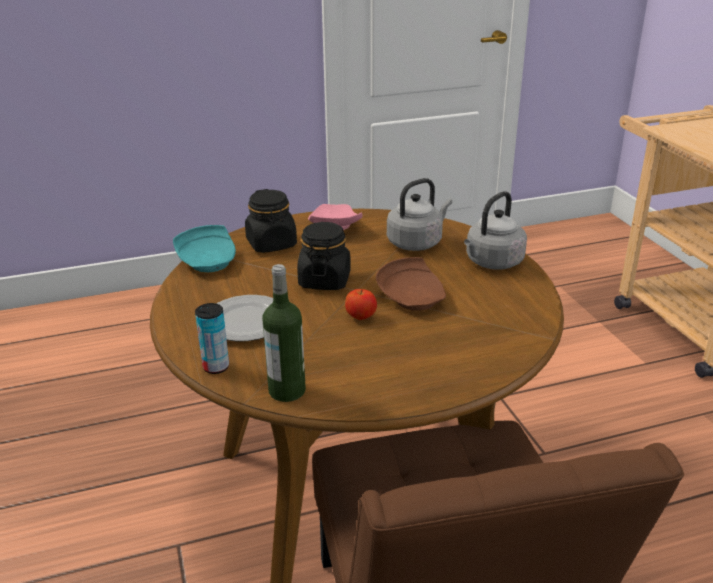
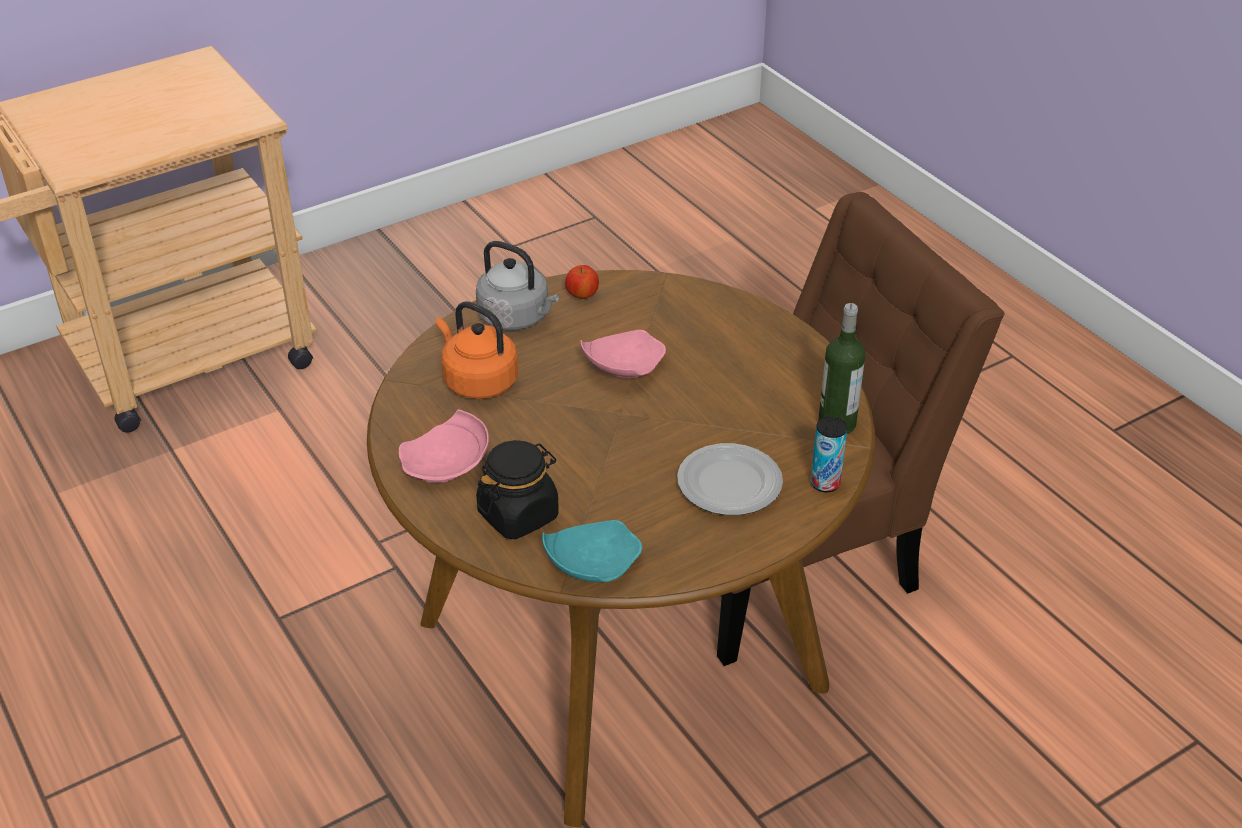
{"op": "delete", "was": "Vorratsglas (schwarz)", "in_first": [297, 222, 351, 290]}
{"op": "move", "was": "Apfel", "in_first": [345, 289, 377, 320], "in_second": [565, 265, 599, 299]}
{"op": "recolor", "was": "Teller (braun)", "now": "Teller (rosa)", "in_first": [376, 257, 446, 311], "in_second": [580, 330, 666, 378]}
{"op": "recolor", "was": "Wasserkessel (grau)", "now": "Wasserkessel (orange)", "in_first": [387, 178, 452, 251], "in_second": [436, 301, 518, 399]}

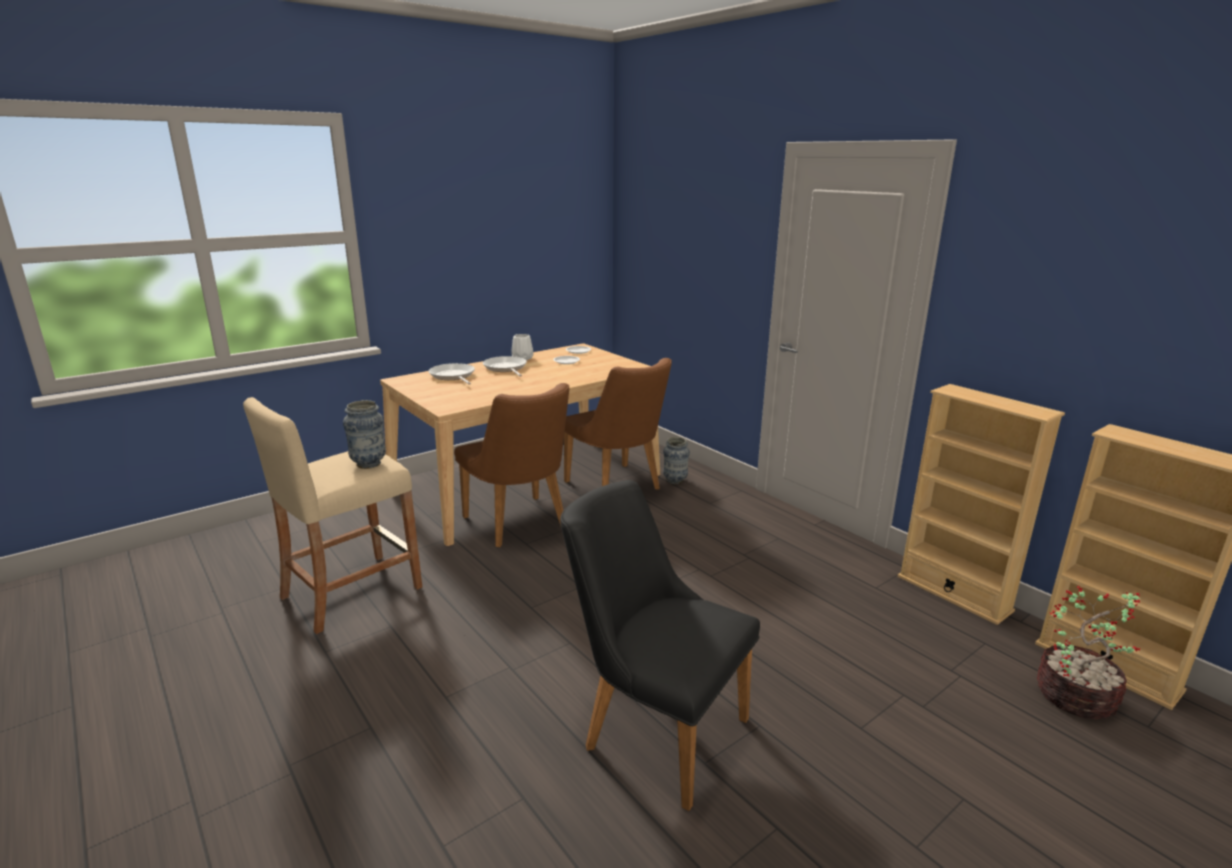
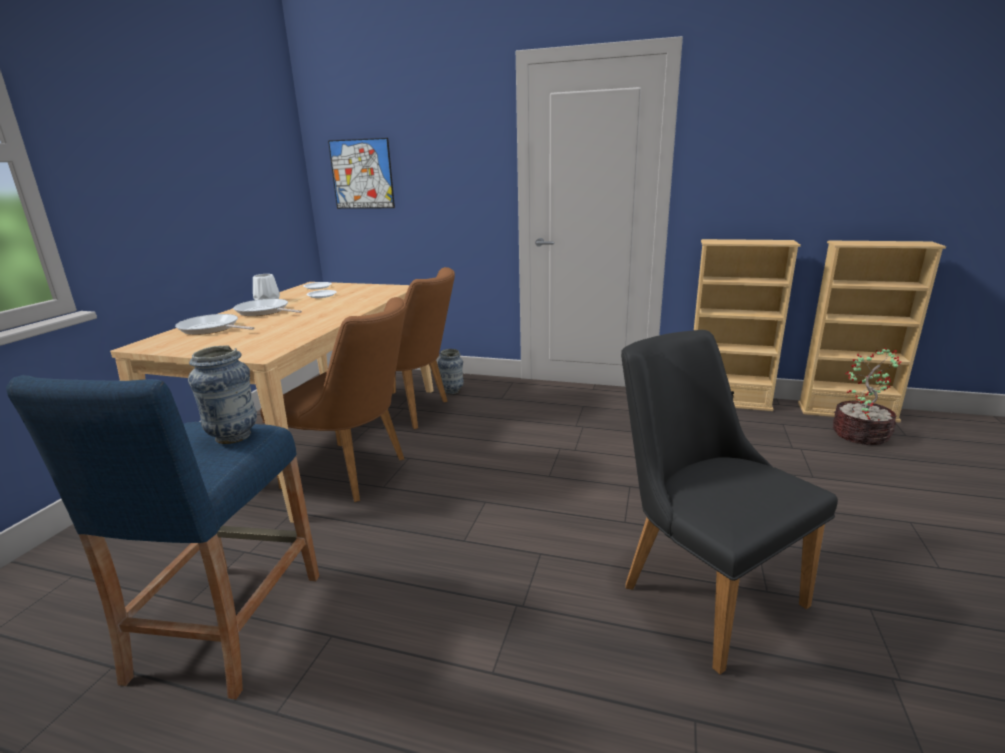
{"op": "insert", "now": "Bild", "in_second": [328, 138, 395, 209]}
{"op": "recolor", "was": "Hocker (beige)", "now": "Hocker (blau)", "in_first": [243, 397, 422, 634], "in_second": [6, 375, 319, 699]}
{"op": "rotate", "was": "Stuhl (schwarz)", "in_first": [560, 480, 760, 811], "in_second": [621, 330, 838, 674], "clockwise": 60}

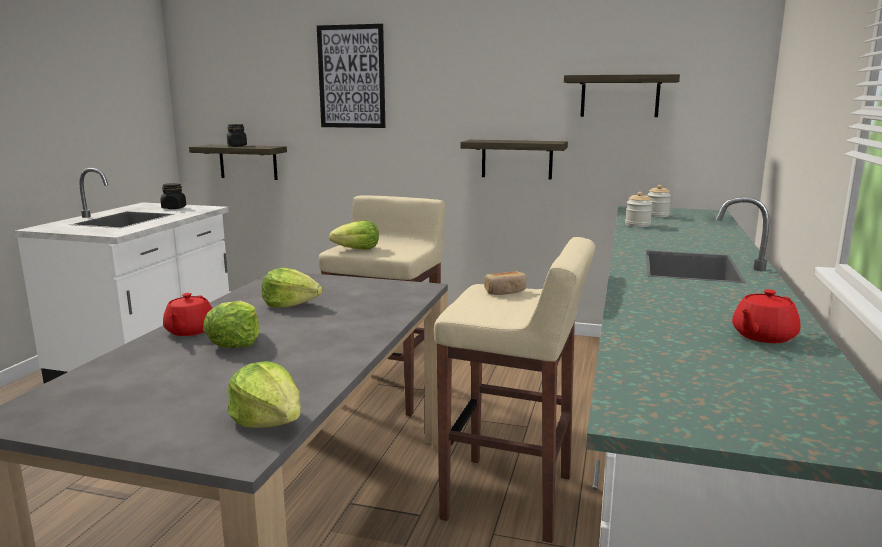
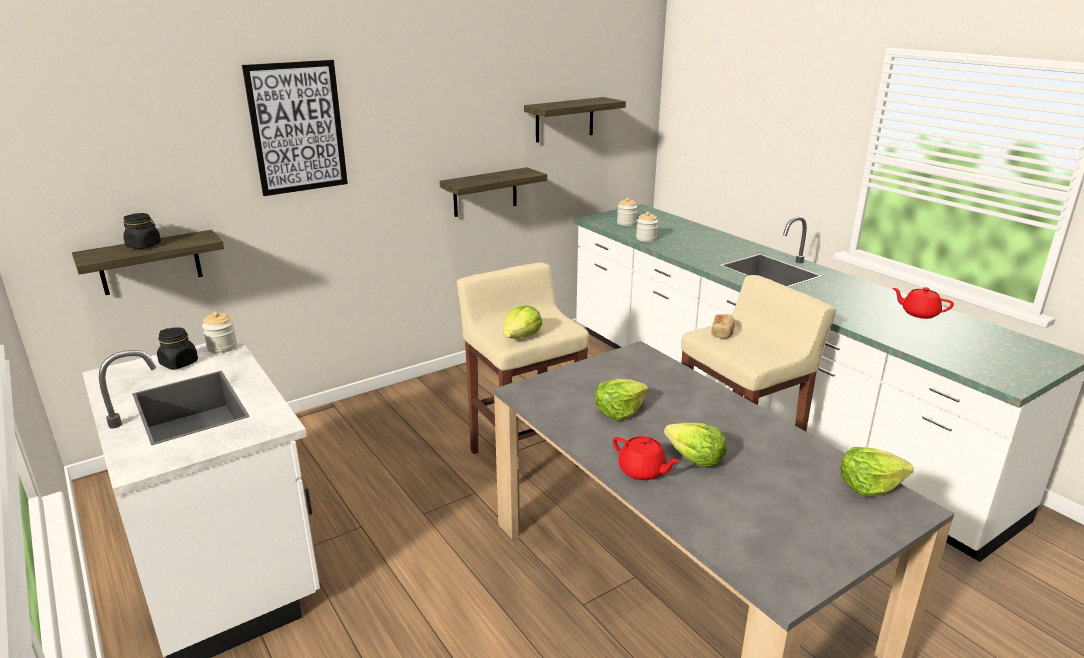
{"op": "insert", "now": "Vorratsglas", "in_second": [202, 311, 237, 353]}
{"op": "rotate", "was": "Teekanne (rot)", "in_first": [732, 289, 801, 343], "in_second": [892, 287, 954, 319], "clockwise": 120}

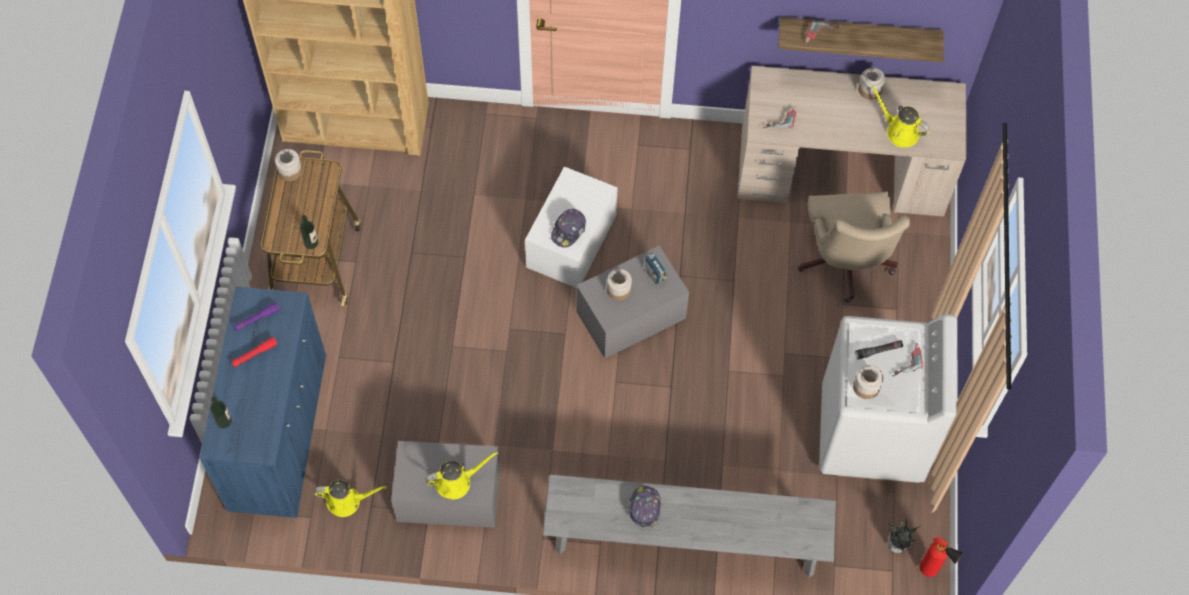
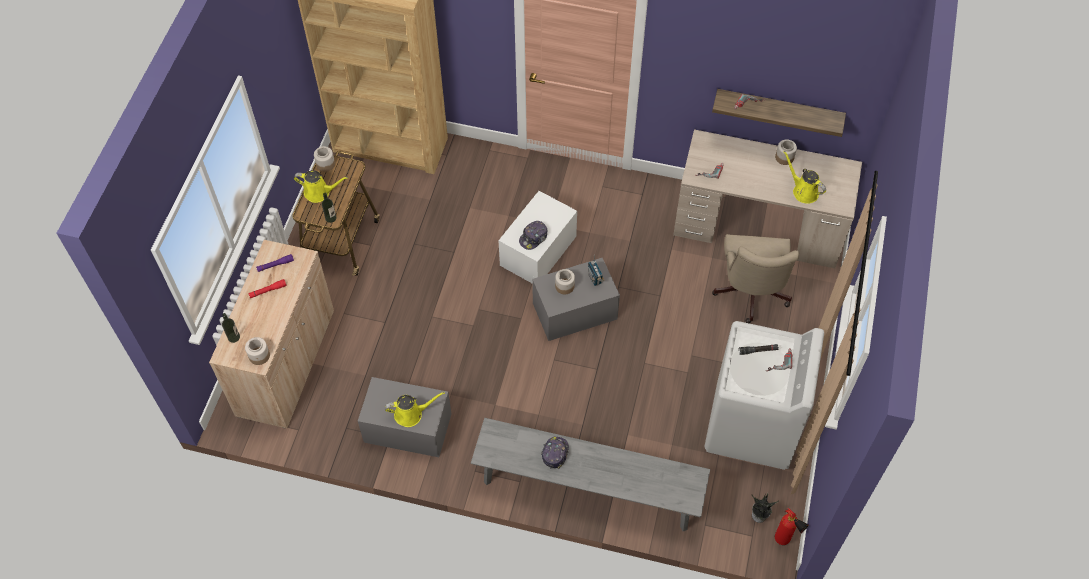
{"op": "move", "was": "Gießkanne (gelb)", "in_first": [314, 480, 387, 517], "in_second": [294, 170, 348, 203]}
{"op": "move", "was": "Vorratsglas", "in_first": [853, 365, 883, 399], "in_second": [245, 337, 270, 365]}
{"op": "recolor", "was": "Schrank (blau)", "now": "Schrank (beige)", "in_first": [199, 286, 326, 518], "in_second": [209, 240, 334, 429]}

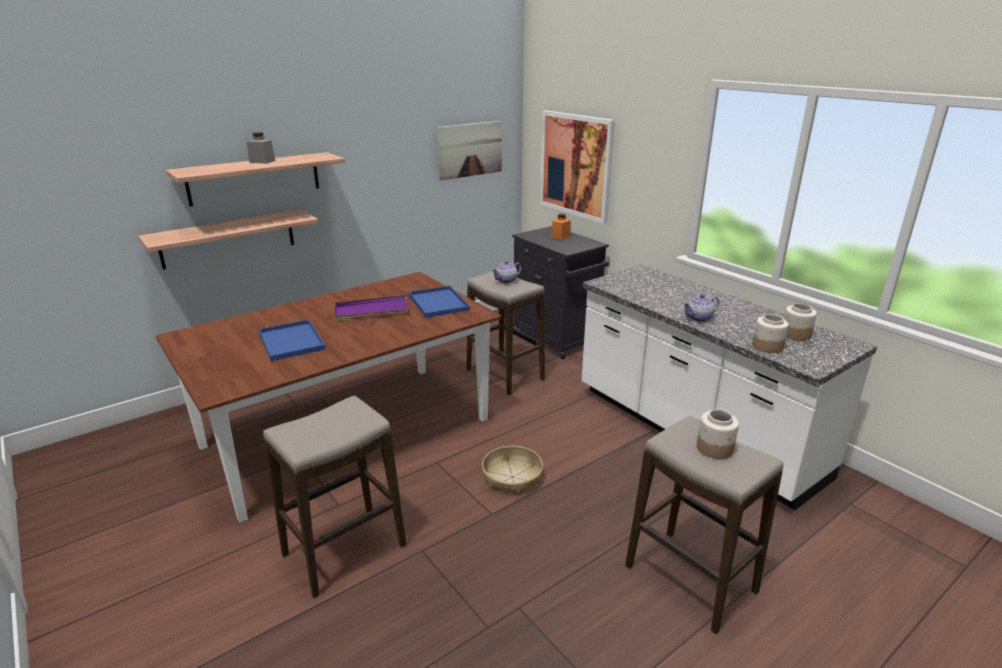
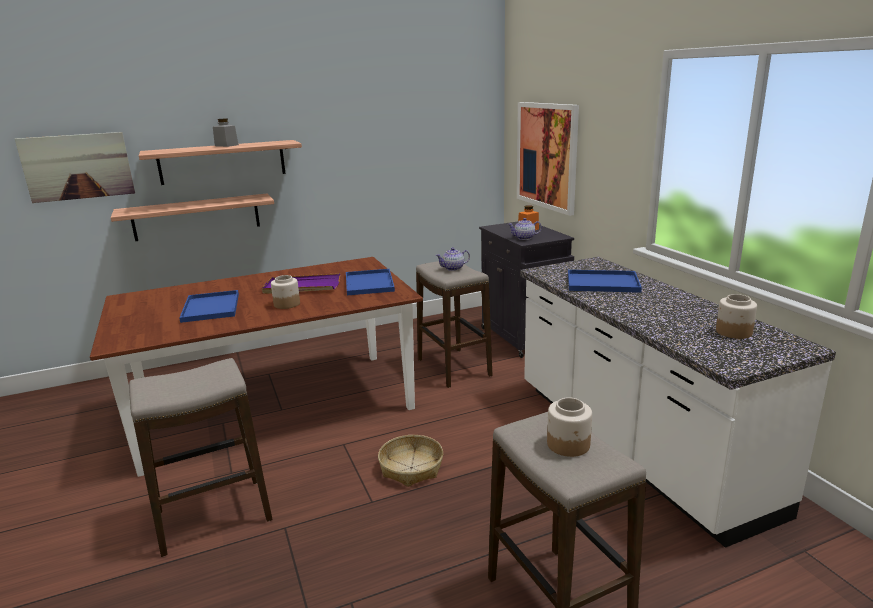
{"op": "insert", "now": "Tablett (blau)", "in_second": [568, 270, 642, 293]}
{"op": "move", "was": "Bild", "in_first": [437, 121, 502, 180], "in_second": [15, 132, 135, 203]}
{"op": "move", "was": "Teekanne", "in_first": [683, 294, 719, 322], "in_second": [508, 218, 542, 240]}
{"op": "move", "was": "Vorratsglas", "in_first": [752, 314, 789, 353], "in_second": [271, 275, 300, 309]}

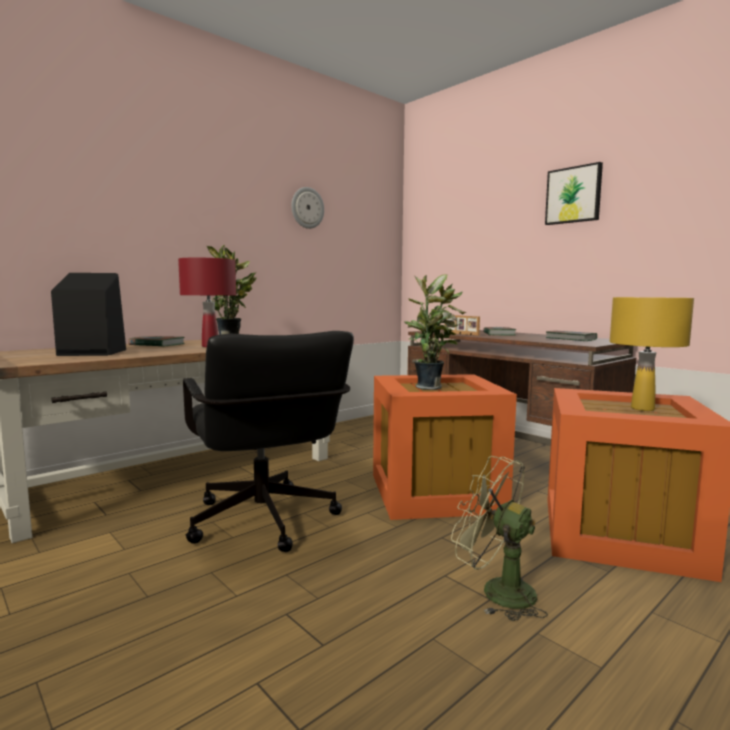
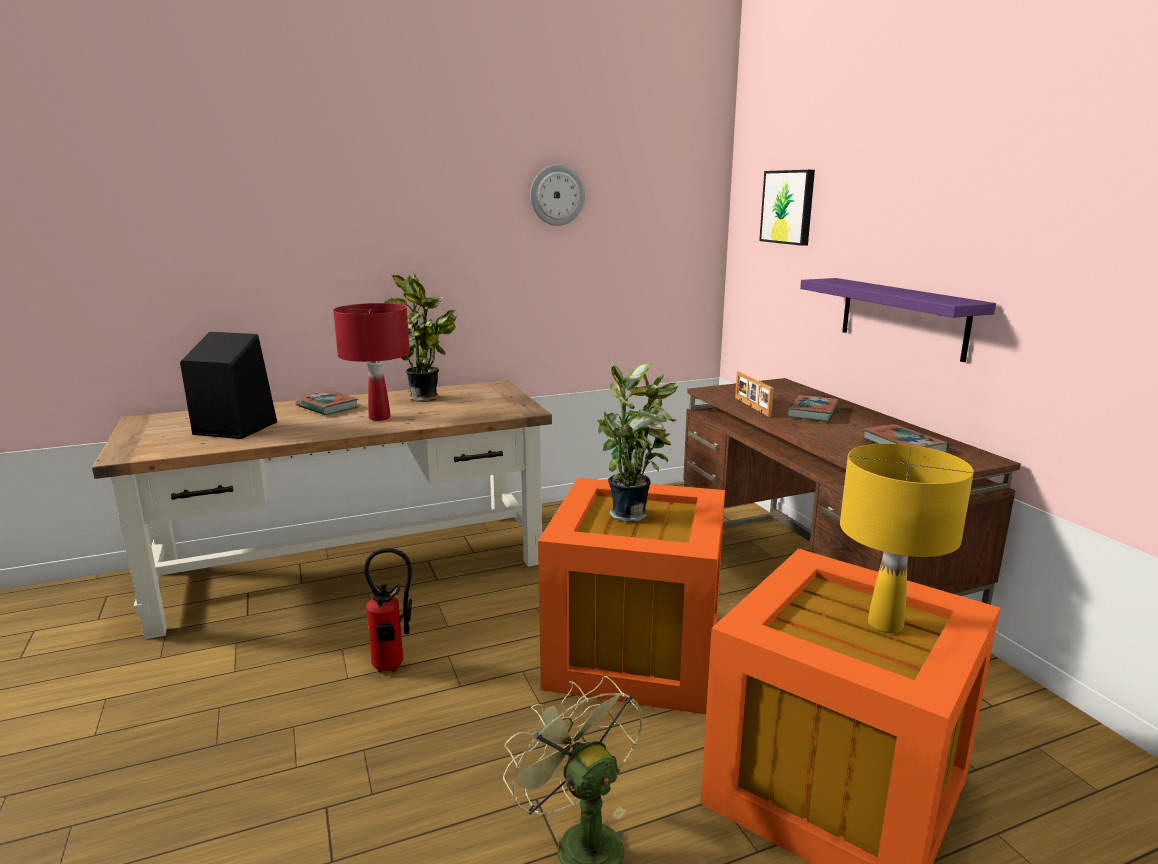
{"op": "insert", "now": "Wandregal (lila)", "in_second": [800, 278, 996, 362]}
{"op": "move", "was": "Bild", "in_first": [545, 162, 603, 225], "in_second": [759, 170, 815, 246]}
{"op": "replace", "was": "Bürostuhl (schwarz)", "now": "Feuerlöscher", "in_first": [183, 331, 354, 552], "in_second": [364, 548, 412, 673]}

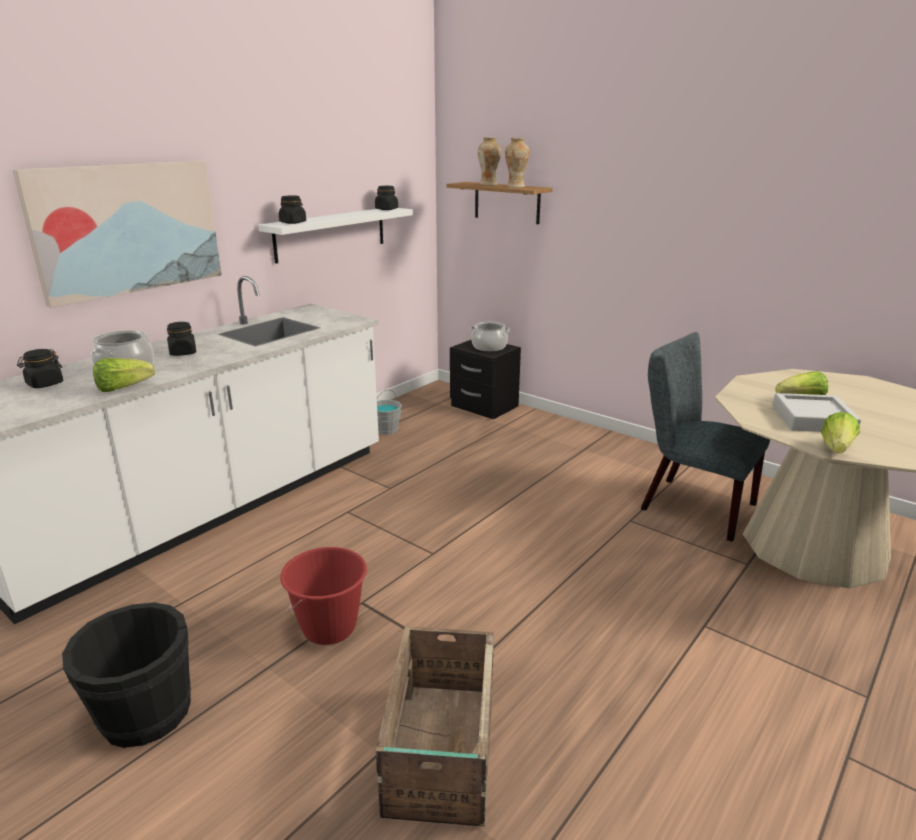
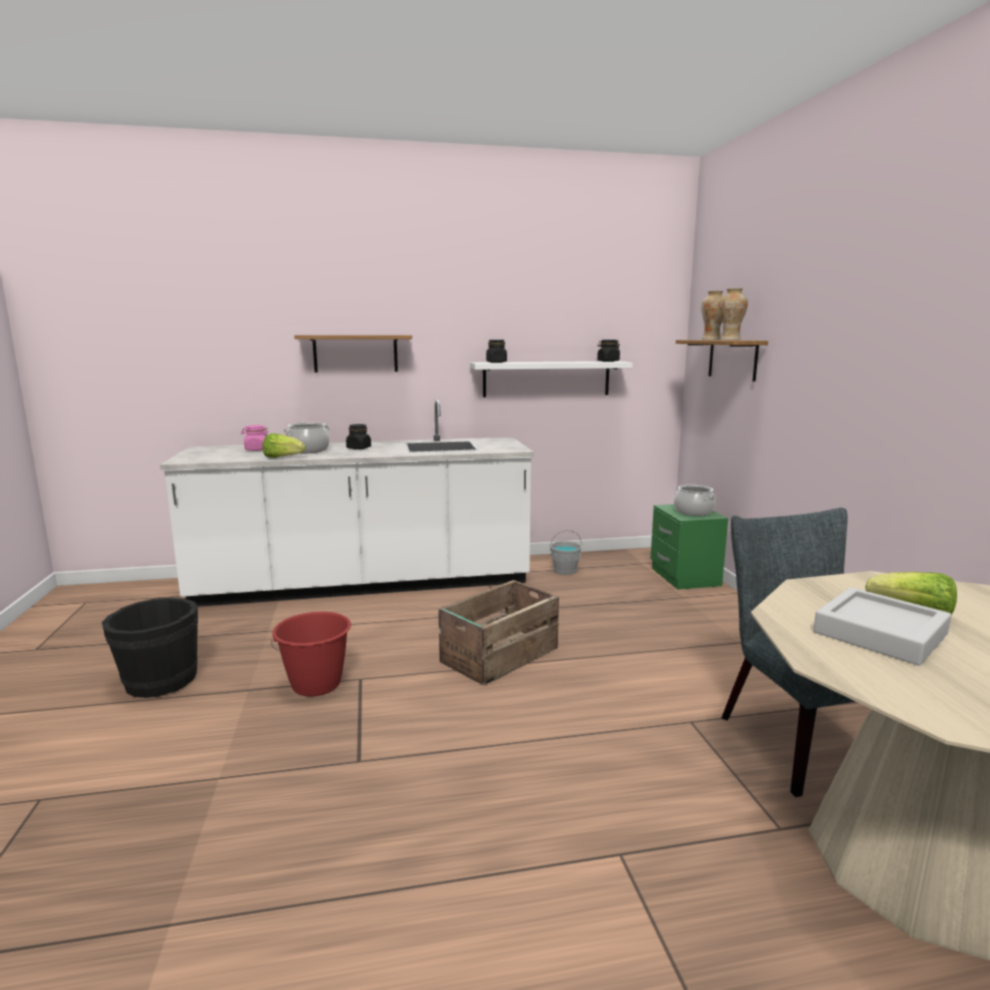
{"op": "delete", "was": "Salatkopf", "in_first": [821, 412, 860, 453]}
{"op": "move", "was": "Kiste", "in_first": [376, 627, 494, 827], "in_second": [438, 580, 559, 686]}
{"op": "replace", "was": "Bild", "now": "Wandregal", "in_first": [13, 160, 222, 308], "in_second": [294, 335, 412, 373]}
{"op": "recolor", "was": "Vorratsglas (schwarz)", "now": "Vorratsglas (rosa)", "in_first": [17, 349, 63, 388], "in_second": [241, 425, 268, 451]}
{"op": "recolor", "was": "Nachttisch (schwarz)", "now": "Nachttisch (grün)", "in_first": [450, 340, 521, 419], "in_second": [650, 504, 728, 590]}

